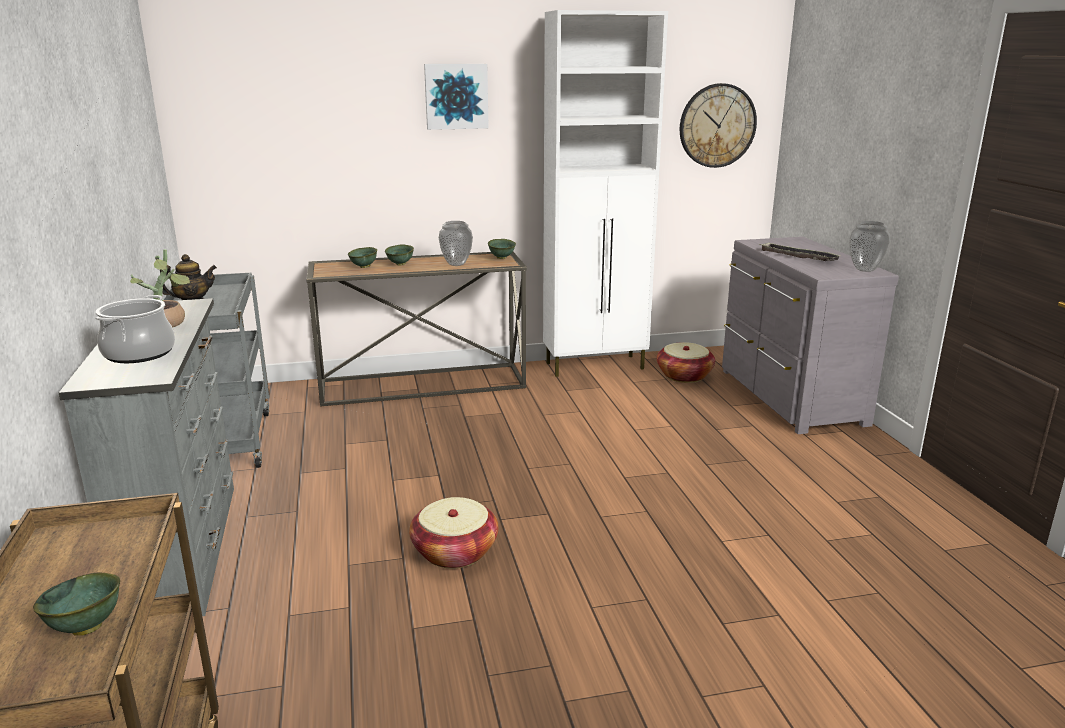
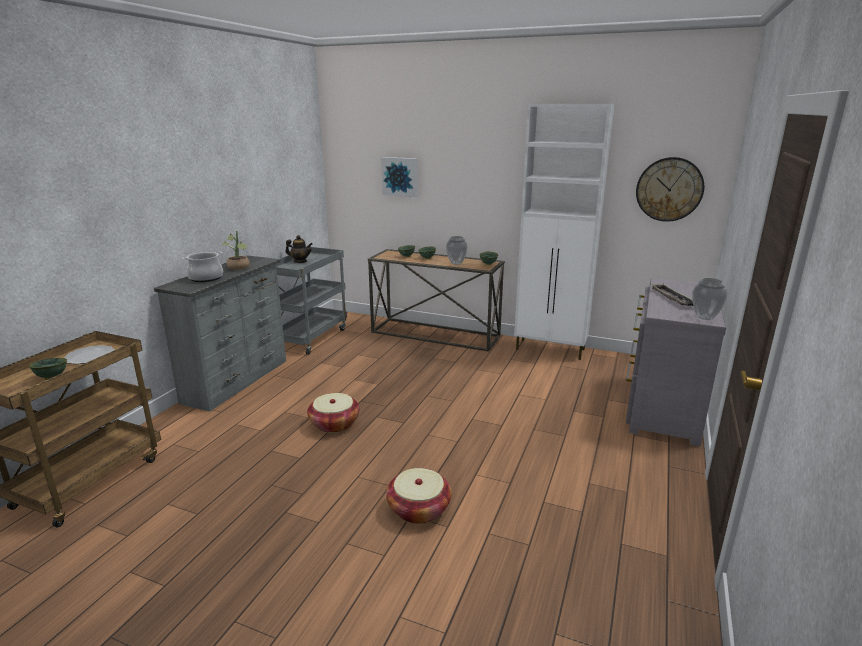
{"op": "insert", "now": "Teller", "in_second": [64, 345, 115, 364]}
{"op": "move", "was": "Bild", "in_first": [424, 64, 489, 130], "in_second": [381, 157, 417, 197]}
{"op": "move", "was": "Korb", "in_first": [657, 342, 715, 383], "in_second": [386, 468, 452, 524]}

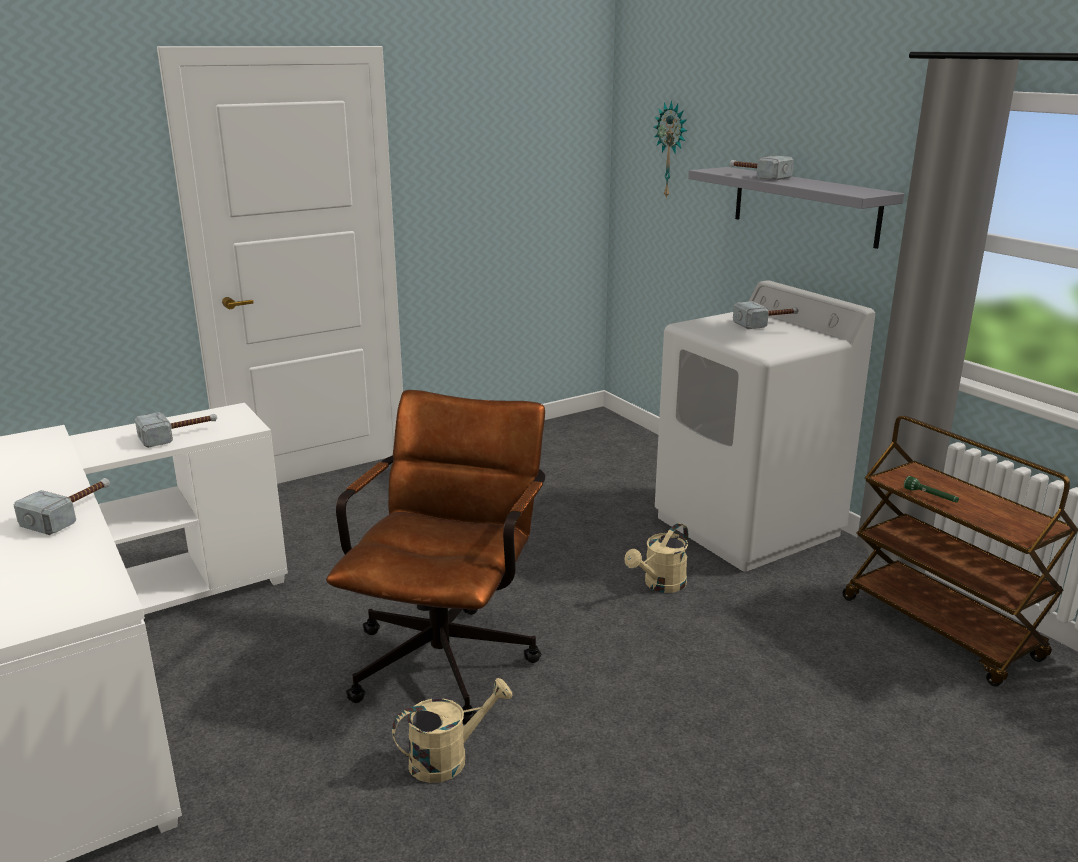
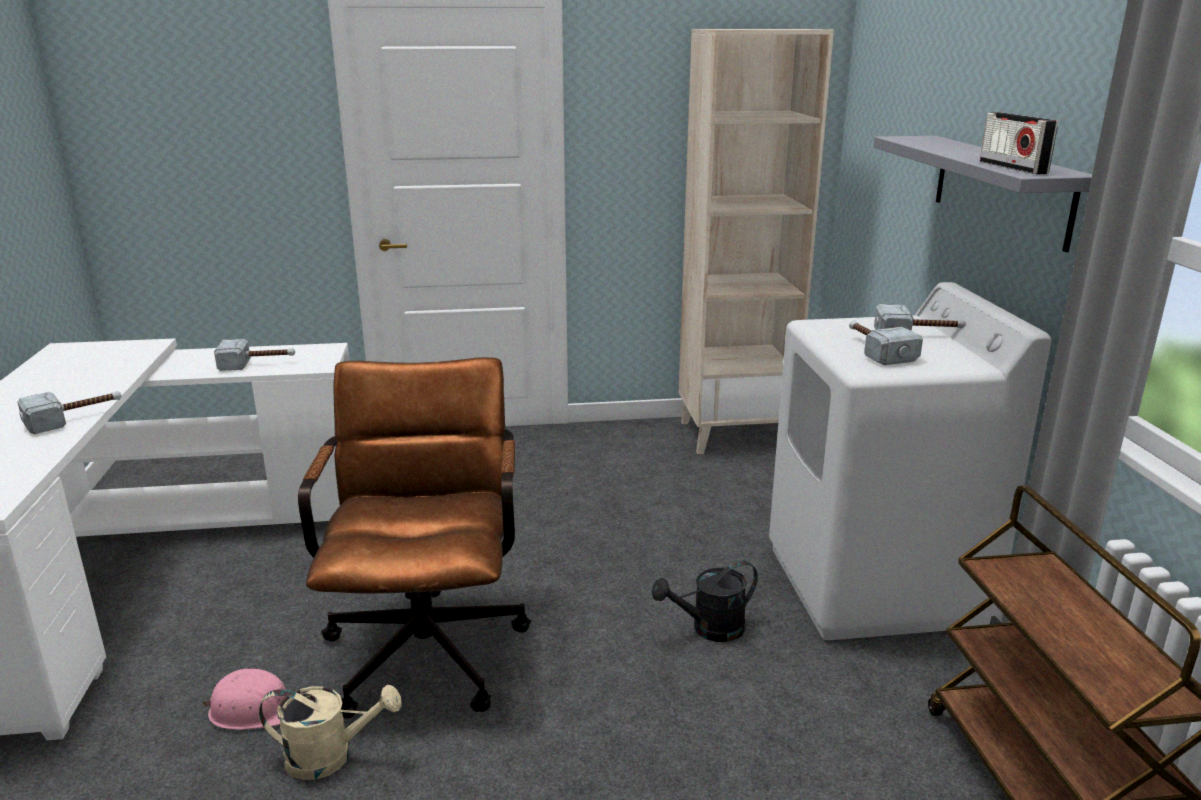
{"op": "delete", "was": "Wanduhr", "in_first": [654, 100, 687, 199]}
{"op": "delete", "was": "Taschenlampe (grün)", "in_first": [904, 476, 959, 503]}
{"op": "insert", "now": "Schutzhelm (rosa)", "in_second": [202, 669, 286, 730]}
{"op": "insert", "now": "Bücherregal (beige)", "in_second": [679, 29, 834, 454]}
{"op": "insert", "now": "Radio", "in_second": [980, 112, 1058, 174]}
{"op": "move", "was": "Hammer", "in_first": [730, 156, 794, 181], "in_second": [849, 320, 923, 365]}
{"op": "recolor", "was": "Gießkanne (beige)", "now": "Gießkanne (schwarz)", "in_first": [625, 523, 688, 593], "in_second": [652, 561, 758, 642]}
{"op": "rotate", "was": "Bürostuhl (braun)", "in_first": [326, 390, 545, 725], "in_second": [298, 357, 531, 718], "clockwise": -45}

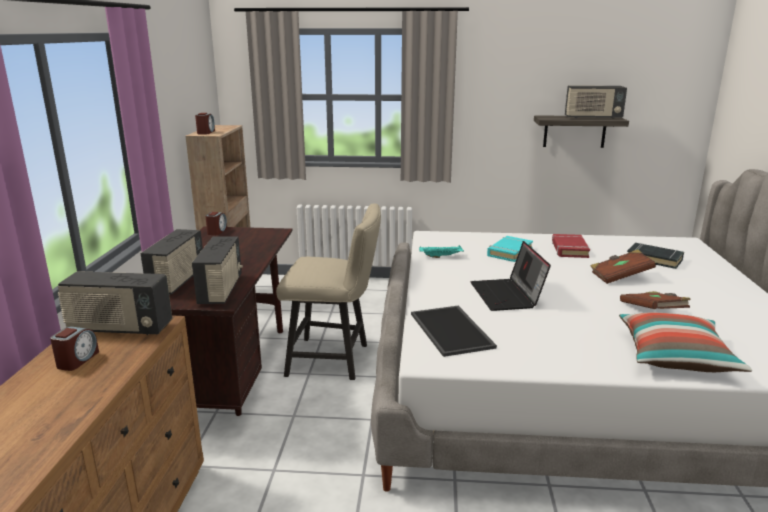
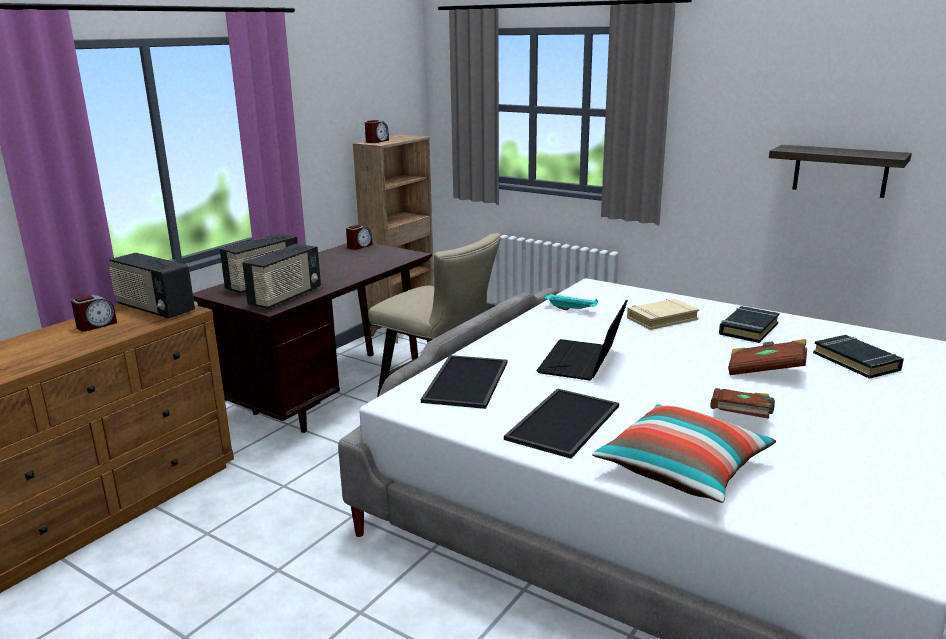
{"op": "delete", "was": "Radio", "in_first": [565, 85, 627, 119]}
{"op": "insert", "now": "Tablett", "in_second": [504, 388, 619, 459]}
{"op": "recolor", "was": "Buch (türkis)", "now": "Buch (beige)", "in_first": [487, 236, 533, 262], "in_second": [627, 299, 699, 330]}
{"op": "recolor", "was": "Buch (rot)", "now": "Buch (schwarz)", "in_first": [552, 234, 590, 258], "in_second": [719, 306, 780, 343]}

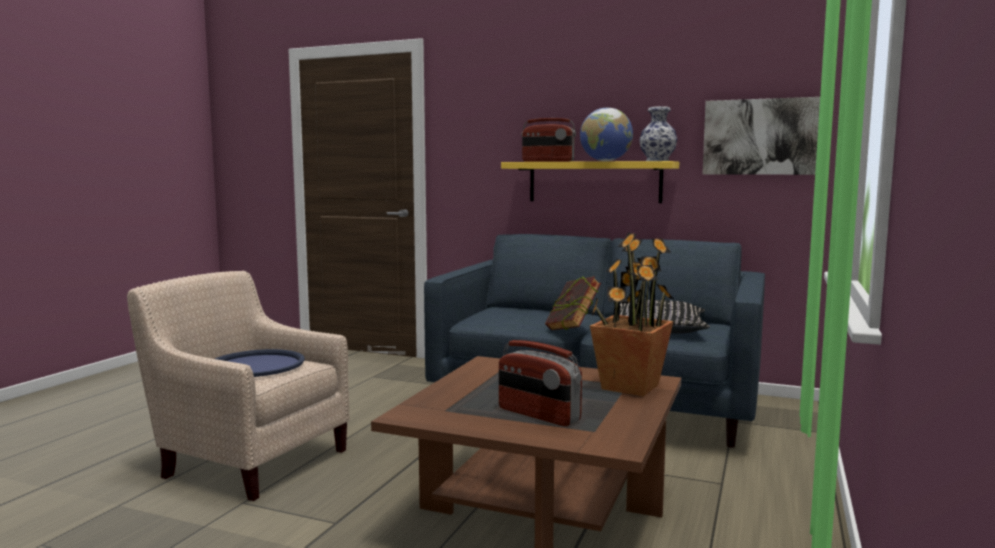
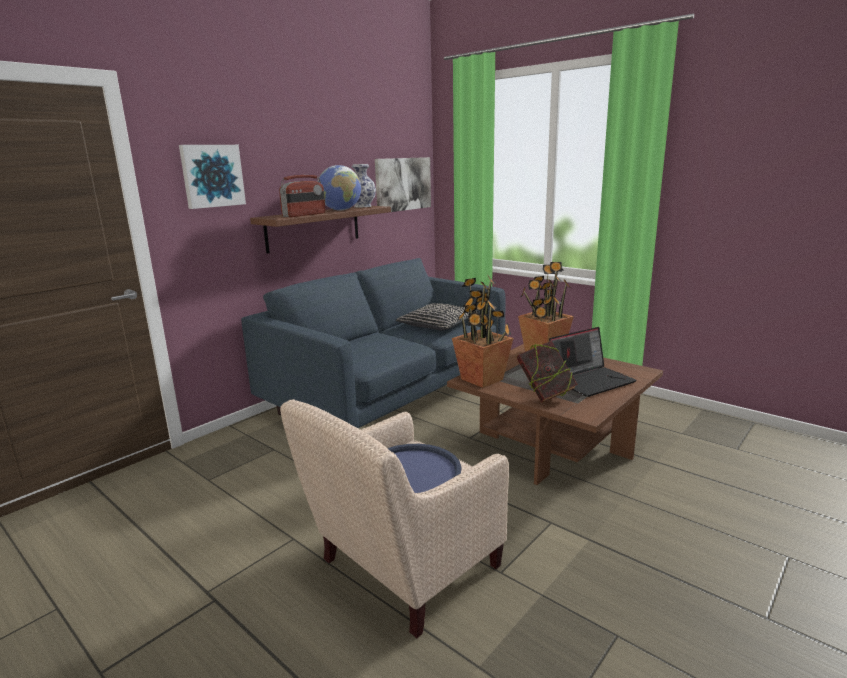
{"op": "insert", "now": "Bild", "in_second": [179, 145, 246, 209]}
{"op": "insert", "now": "Topfpflanze", "in_second": [452, 274, 513, 388]}
{"op": "move", "was": "Buch", "in_first": [545, 276, 601, 330], "in_second": [517, 341, 578, 403]}
{"op": "replace", "was": "Radio", "now": "Laptop", "in_first": [499, 340, 582, 426], "in_second": [549, 327, 637, 397]}
{"op": "recolor", "was": "Wandregal (gelb)", "now": "Wandregal (braun)", "in_first": [501, 161, 679, 203], "in_second": [250, 206, 391, 253]}

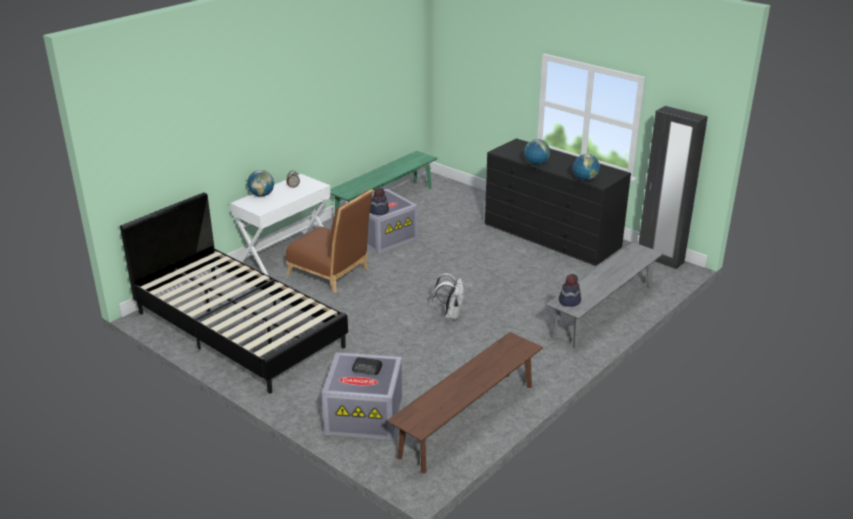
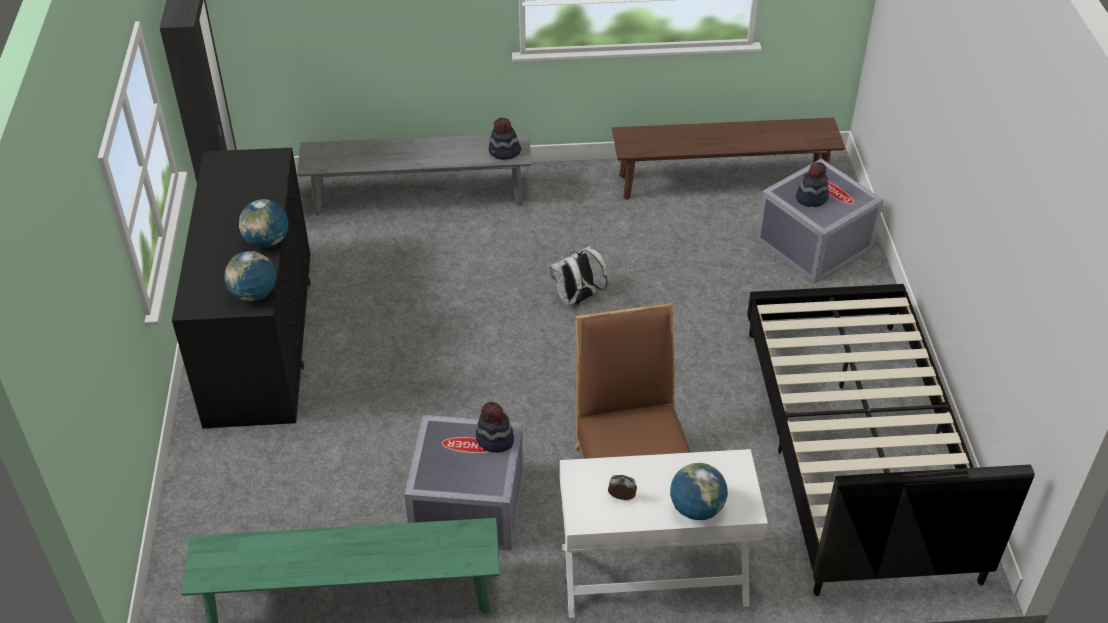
{"op": "move", "was": "Globus", "in_first": [573, 154, 600, 181], "in_second": [224, 251, 276, 302]}
{"op": "replace", "was": "Radio", "now": "Hut", "in_first": [352, 357, 382, 375], "in_second": [796, 162, 829, 207]}

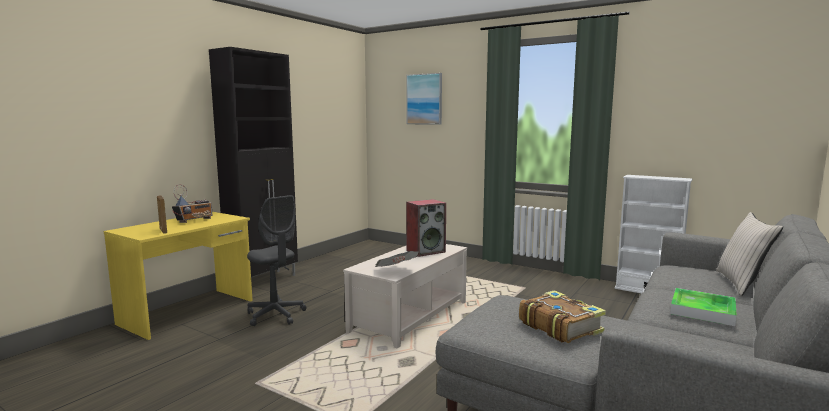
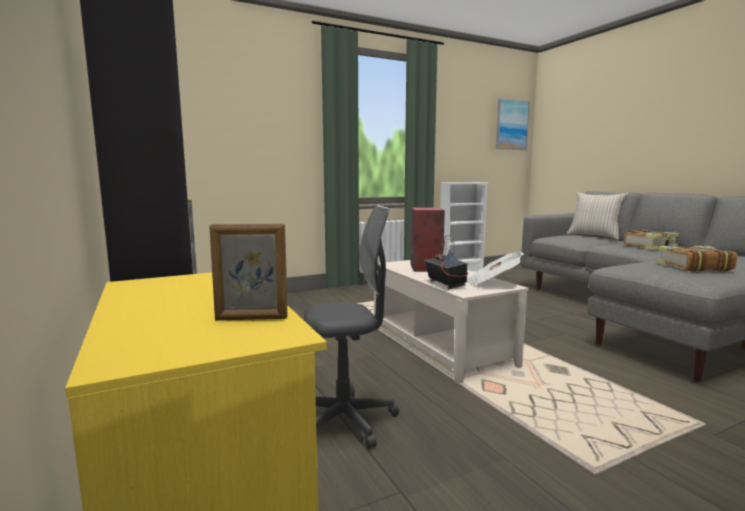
{"op": "move", "was": "Radio", "in_first": [172, 184, 212, 223], "in_second": [425, 235, 468, 289]}
{"op": "move", "was": "Bild", "in_first": [406, 73, 442, 125], "in_second": [496, 98, 529, 150]}
{"op": "replace", "was": "Tablett", "now": "Buch", "in_first": [670, 288, 737, 326], "in_second": [624, 229, 679, 250]}

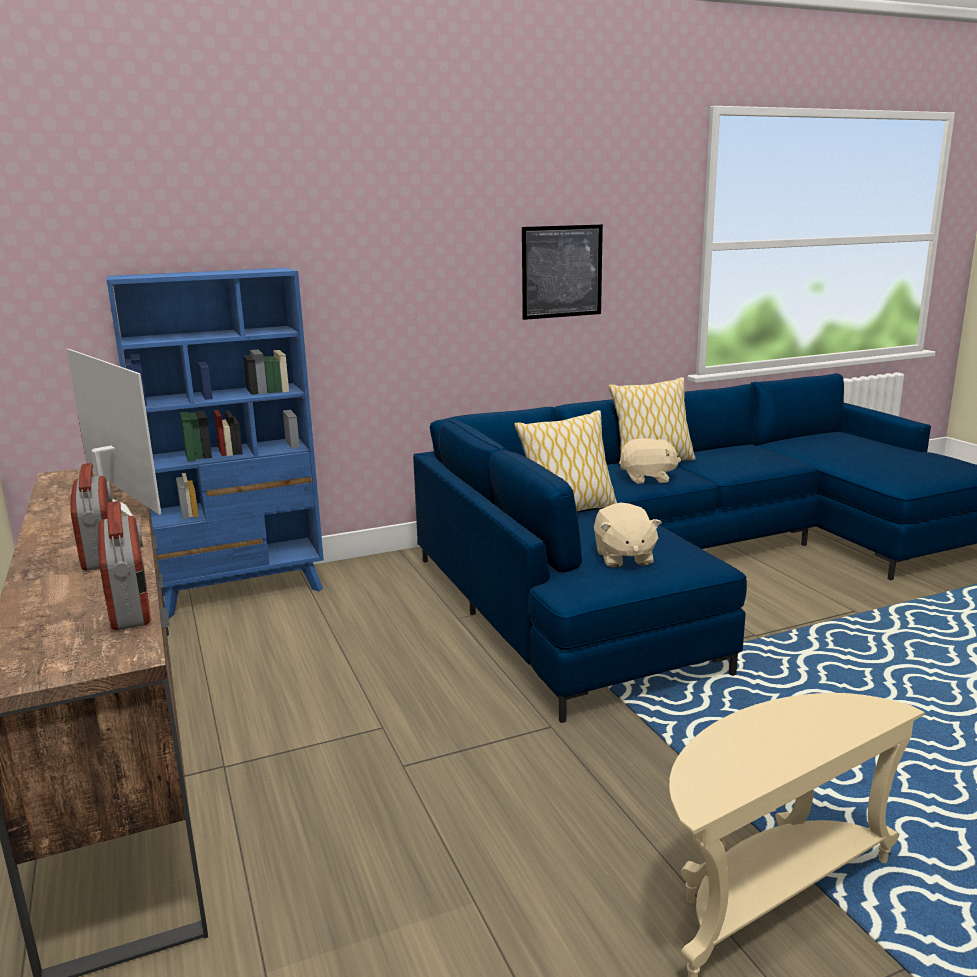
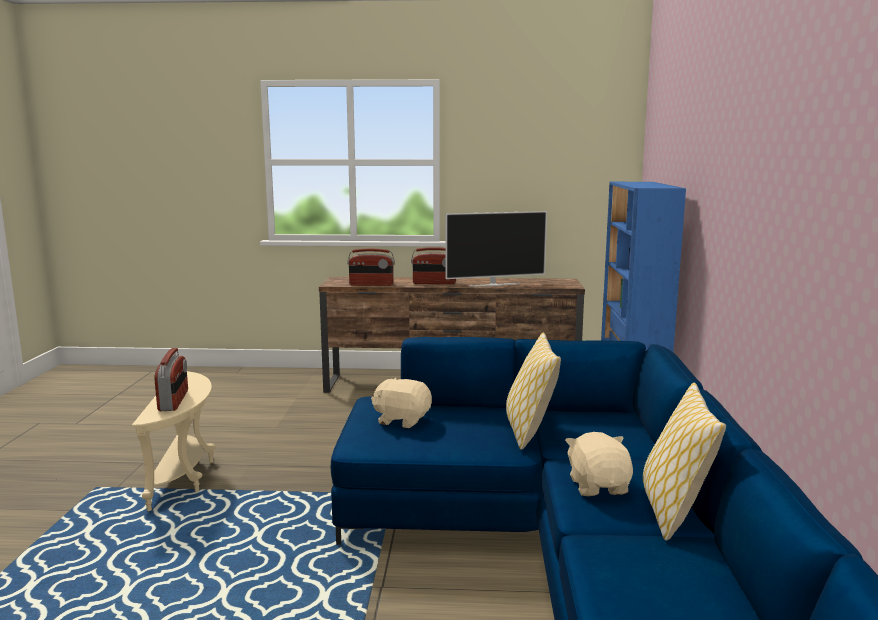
{"op": "delete", "was": "Bild", "in_first": [522, 224, 603, 320]}
{"op": "insert", "now": "Radio", "in_second": [154, 348, 188, 411]}
{"op": "rotate", "was": "Plüschtier (beige)", "in_first": [619, 438, 681, 484], "in_second": [565, 432, 633, 496], "clockwise": 150}

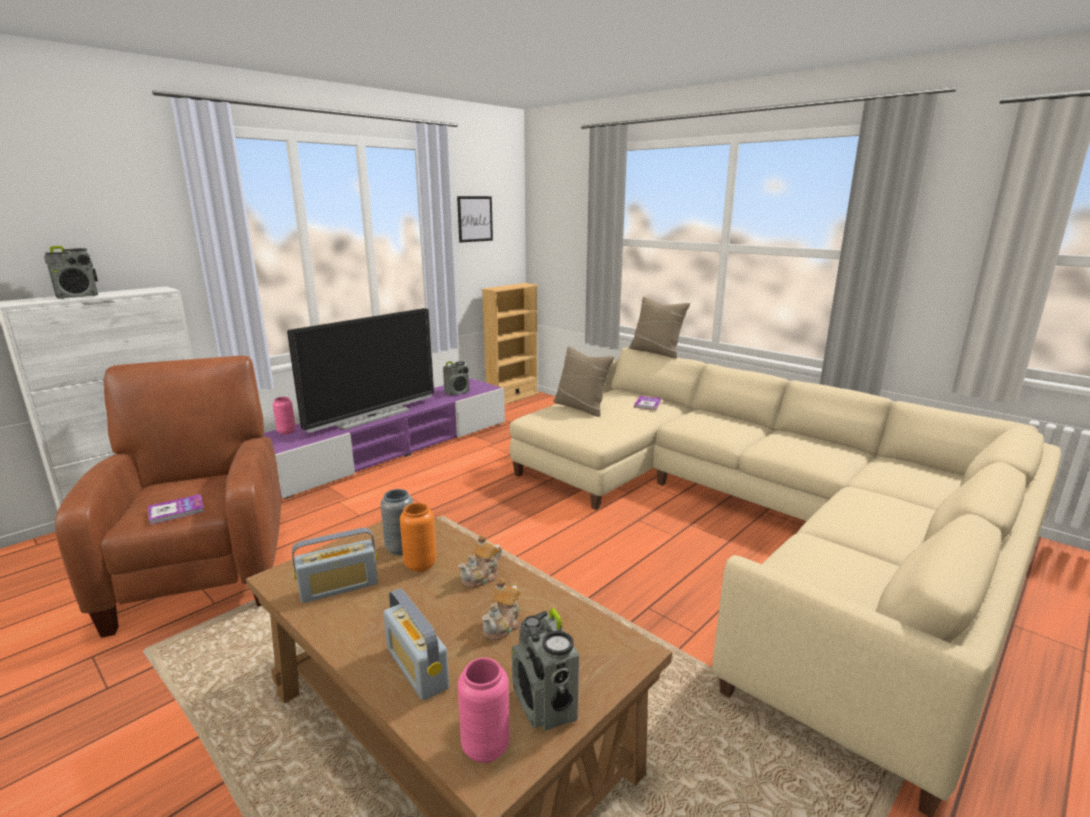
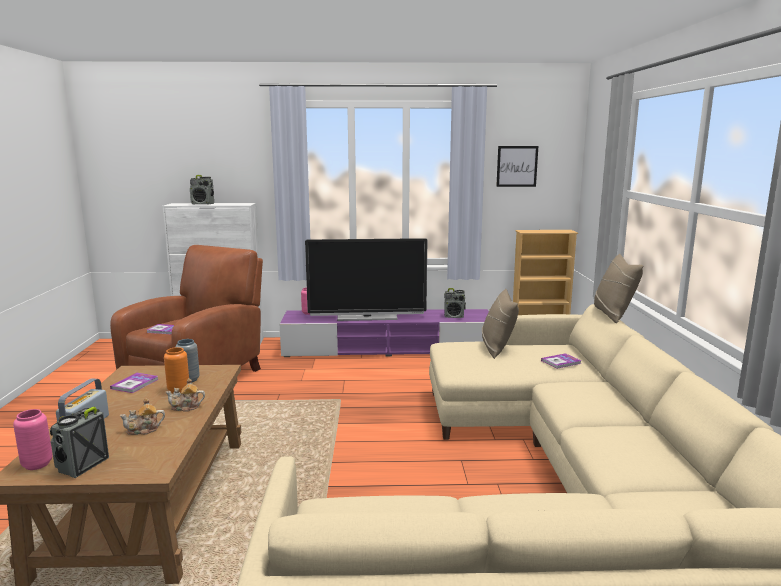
{"op": "replace", "was": "Radio", "now": "Buch", "in_first": [292, 528, 378, 603], "in_second": [110, 373, 159, 393]}

